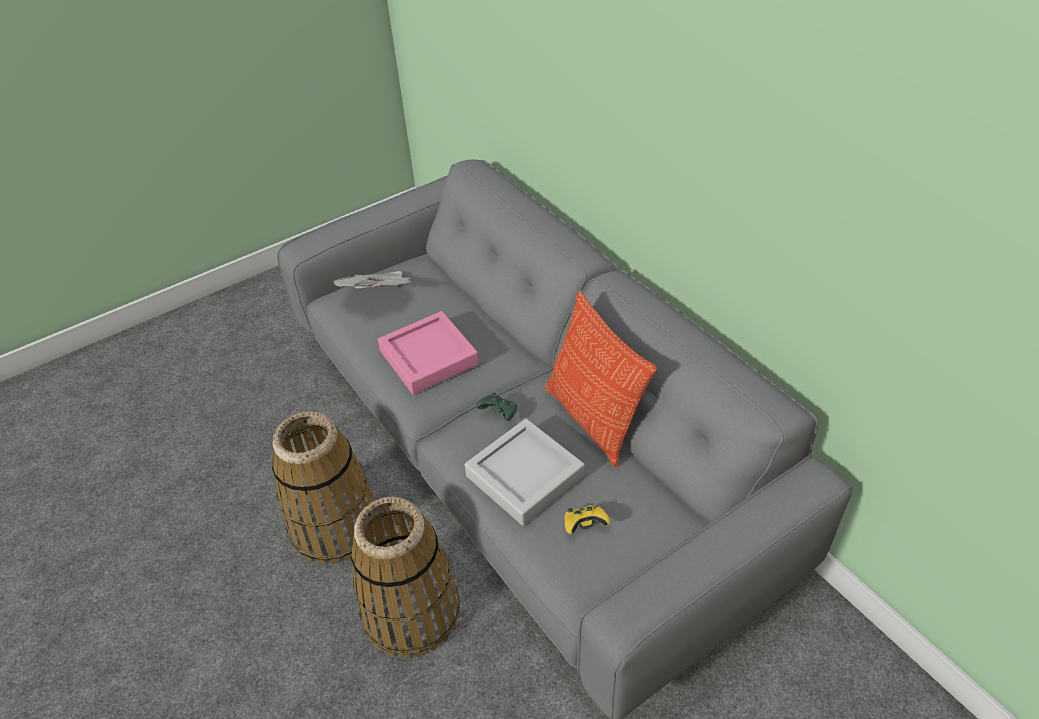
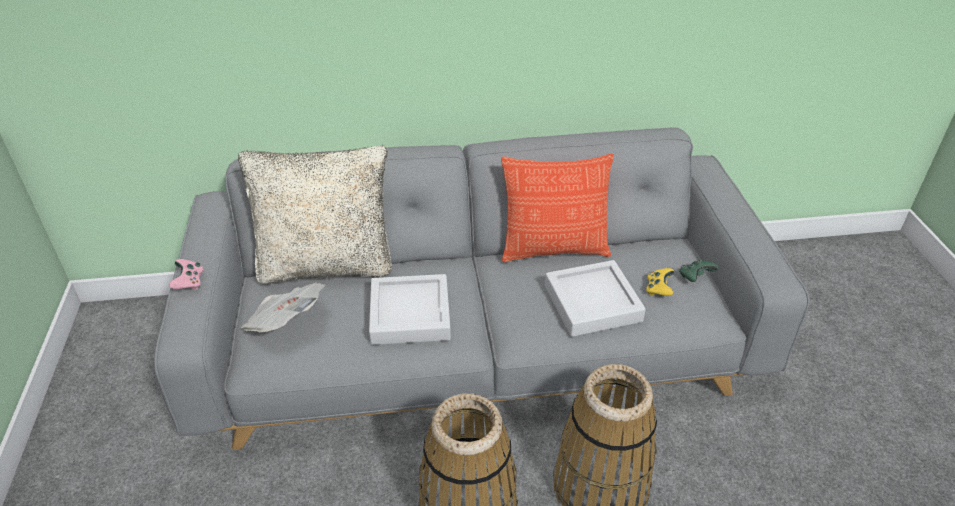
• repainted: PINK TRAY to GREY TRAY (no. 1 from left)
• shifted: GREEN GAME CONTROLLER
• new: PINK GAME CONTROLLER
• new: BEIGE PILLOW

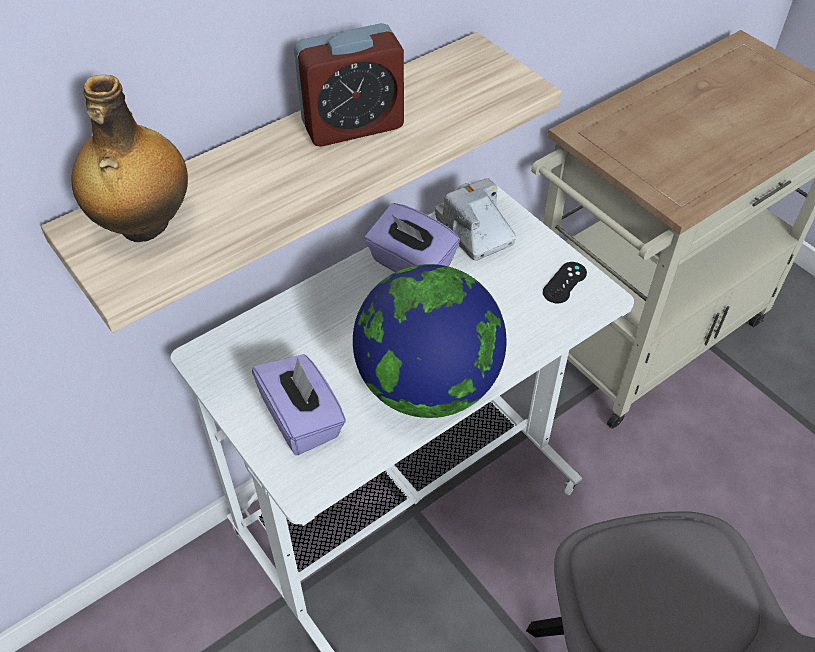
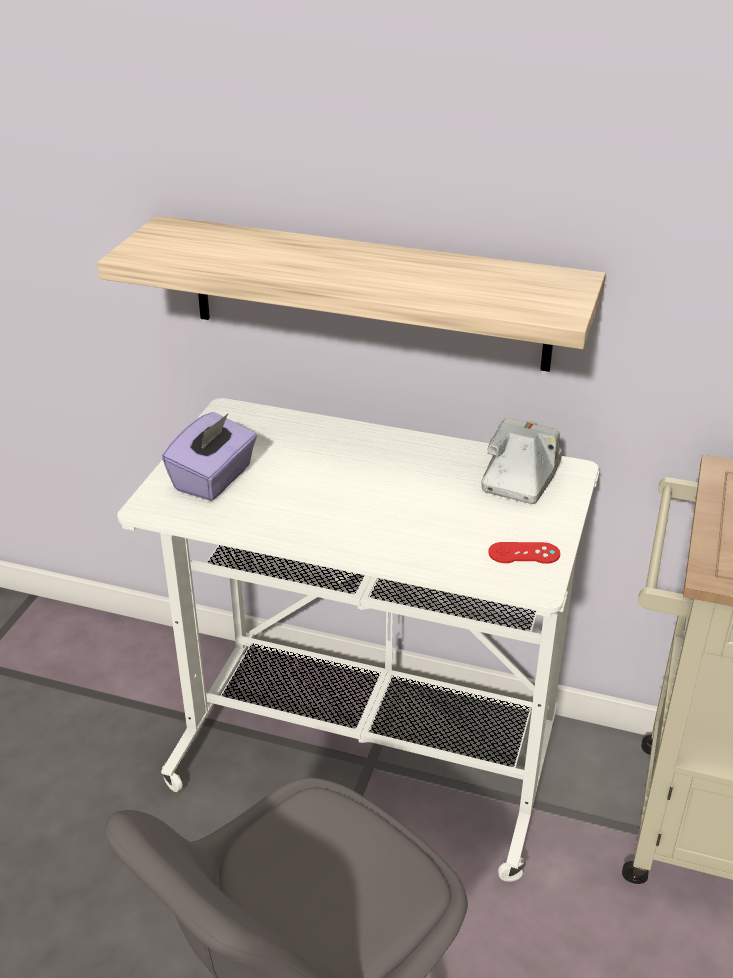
• gone: BOTTLE
• gone: ALARM CLOCK
• gone: GLOBE
• gone: PURPLE TISSUE BOX (no. 2 from left)
• repainted: BLACK GAME CONTROLLER to RED GAME CONTROLLER

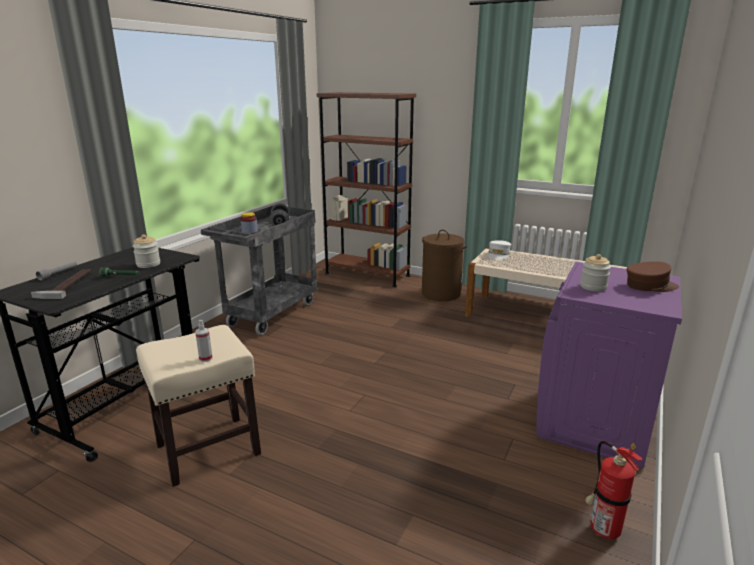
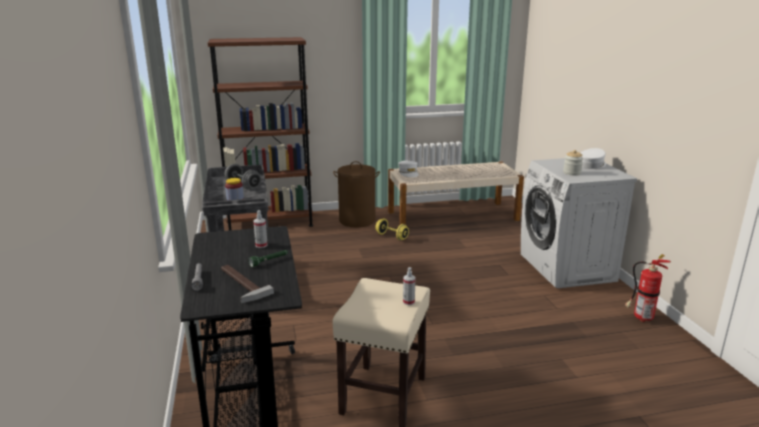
• swapped: JAR (no. 1 from left) to SPRAY BOTTLE (no. 1 from left)
• repainted: PURPLE WASHING MACHINE to WHITE WASHING MACHINE
• repainted: BROWN CAP to WHITE CAP (no. 2 from left)
• new: YELLOW DUMBBELL

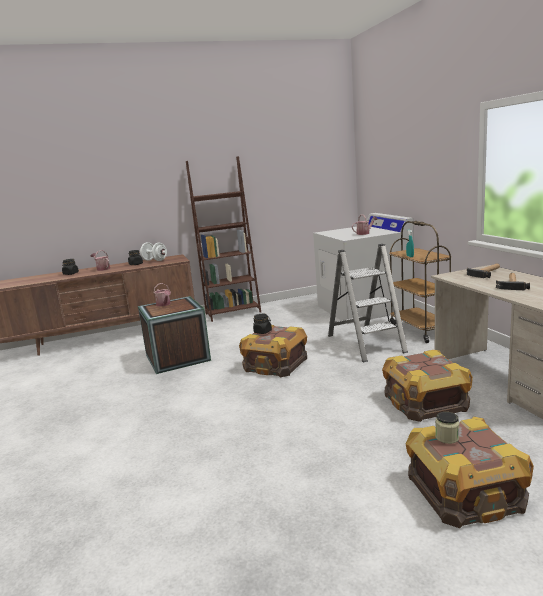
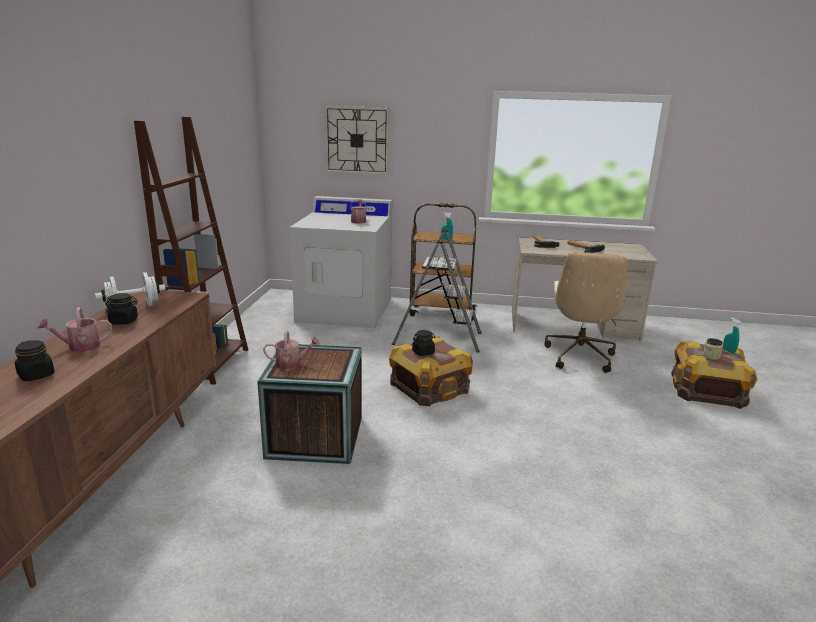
• swapped: CRATE (no. 3 from left) to WHITE OFFICE CHAIR
• new: WALL CLOCK
• new: TURQUOISE SPRAY BOTTLE (no. 2 from left)

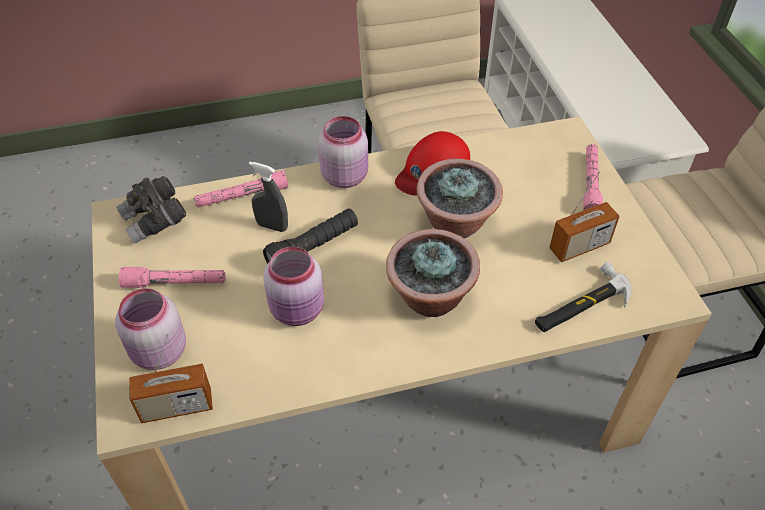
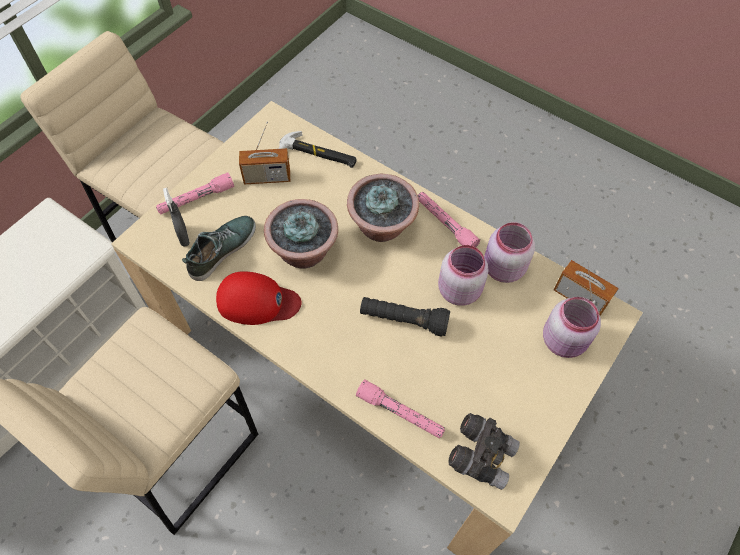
• shifted: PINK FLASHLIGHT (no. 1 from left in the first image) to PINK FLASHLIGHT (no. 3 from left)
• shifted: GREY SPRAY BOTTLE
• shifted: PINK JAR (no. 3 from left in the first image) to PINK JAR (no. 2 from left)
• rotated: RADIO (no. 2 from left in the first image) 150 degrees clockwise
• new: SHOE

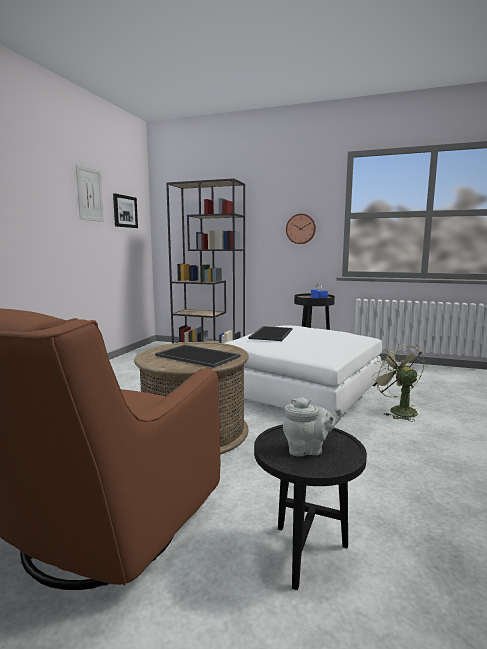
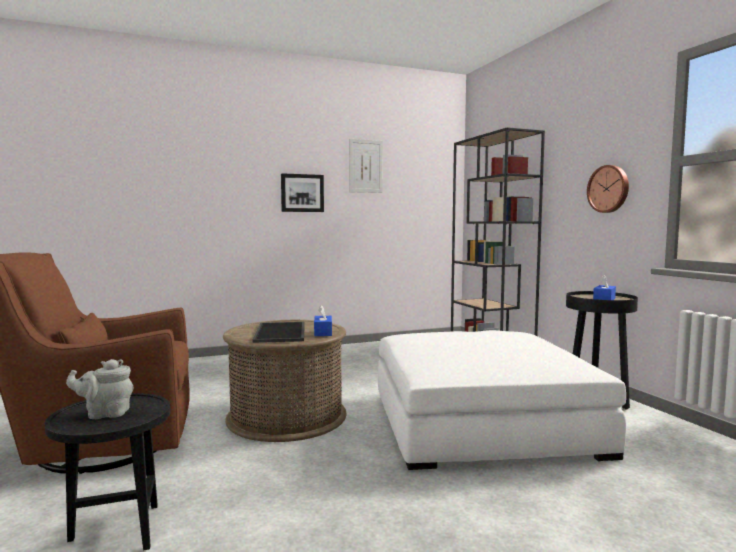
• shifted: PICTURE (no. 2 from left in the first image) to PICTURE (no. 1 from left)
• gone: TRAY (no. 2 from left)
• rotated: GREY TEAPOT 120 degrees clockwise
• gone: GREEN FAN
• new: BLUE TISSUE BOX (no. 1 from left)

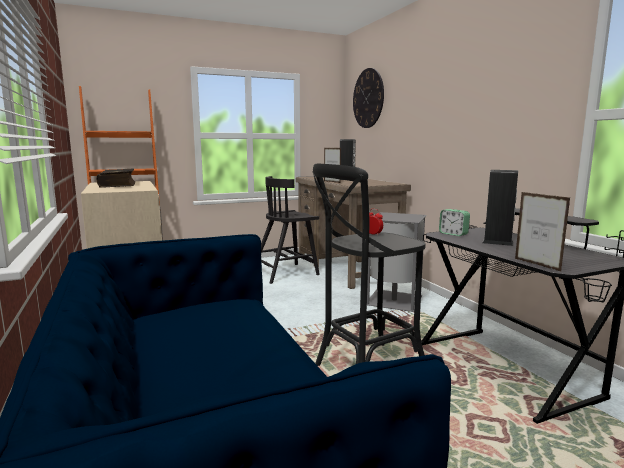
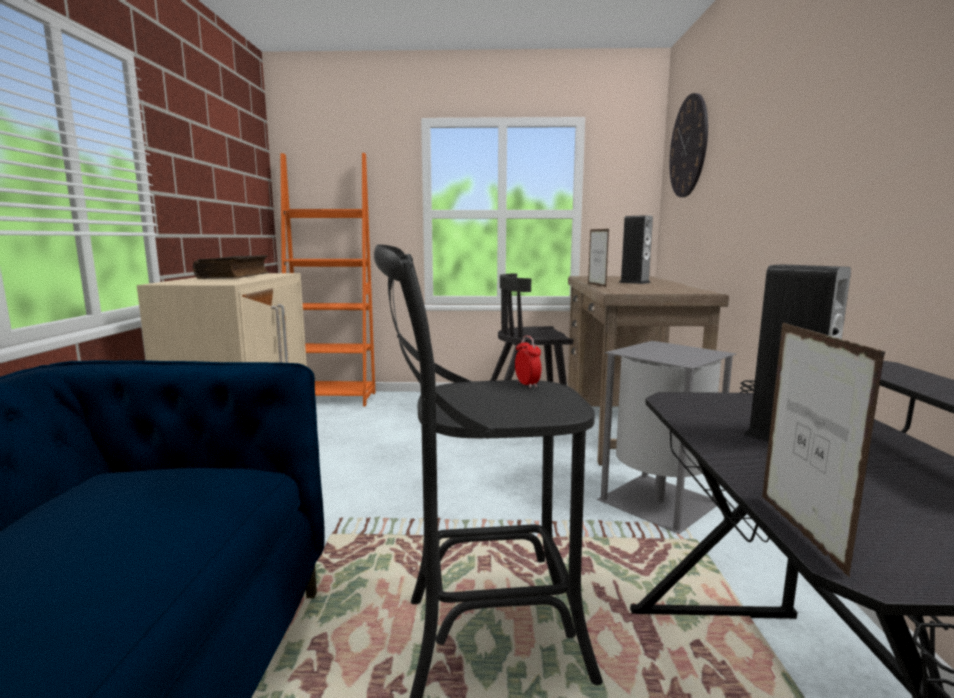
• gone: ALARM CLOCK (no. 2 from left)

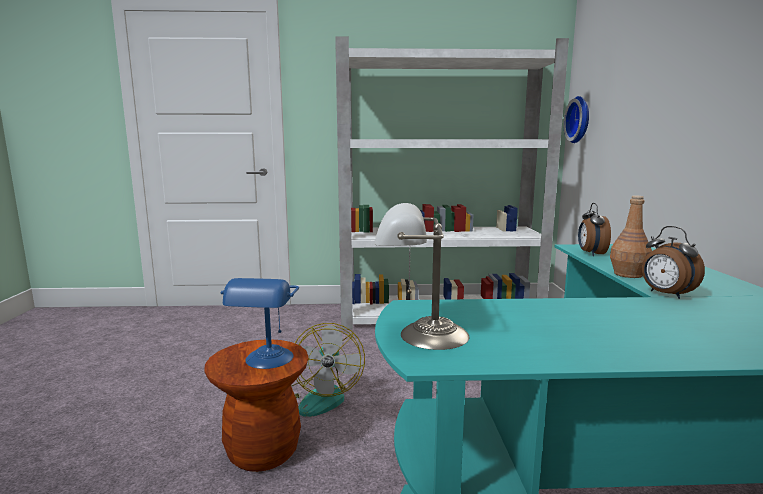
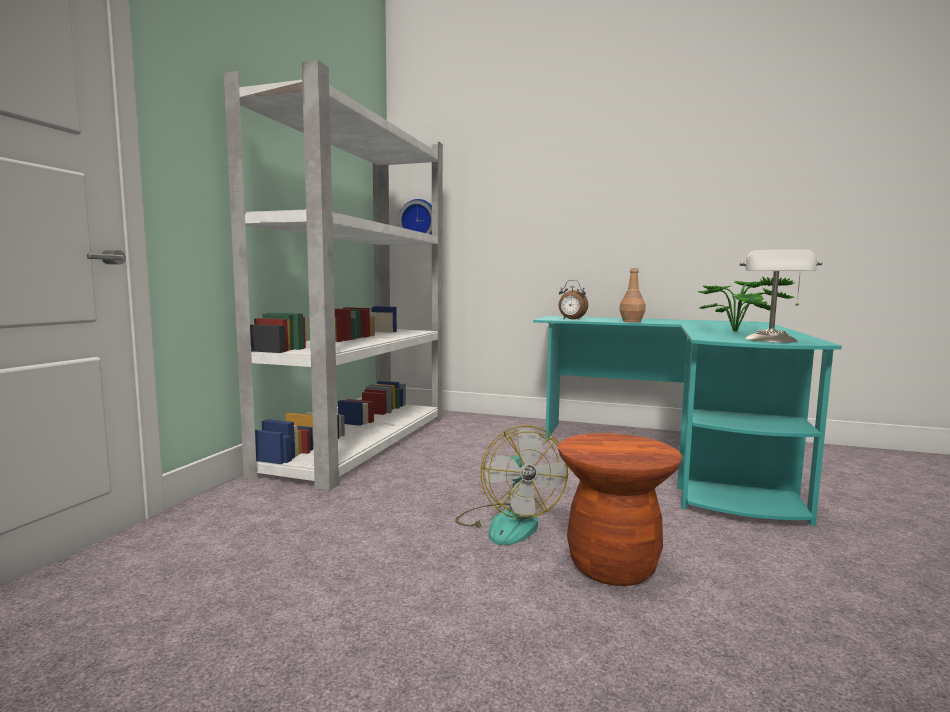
• gone: BLUE TABLE LAMP
• rotated: FAN 60 degrees clockwise
• gone: ALARM CLOCK (no. 2 from left)
• new: POTTED PLANT

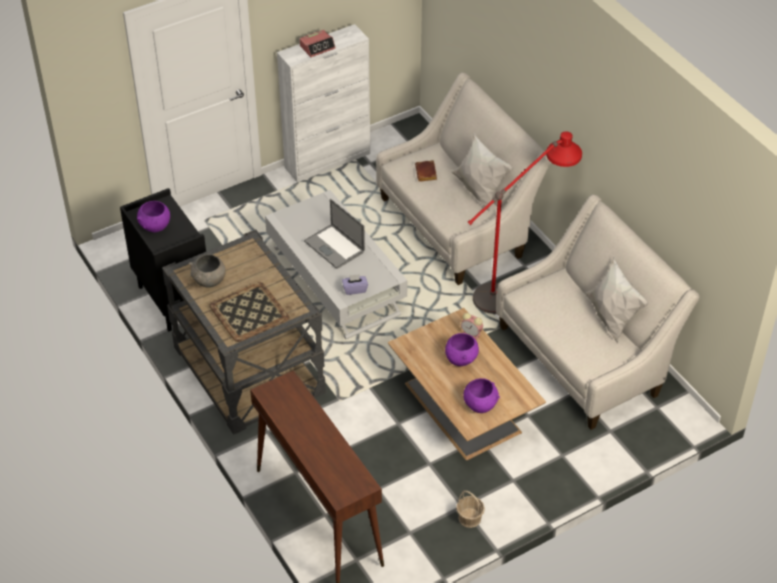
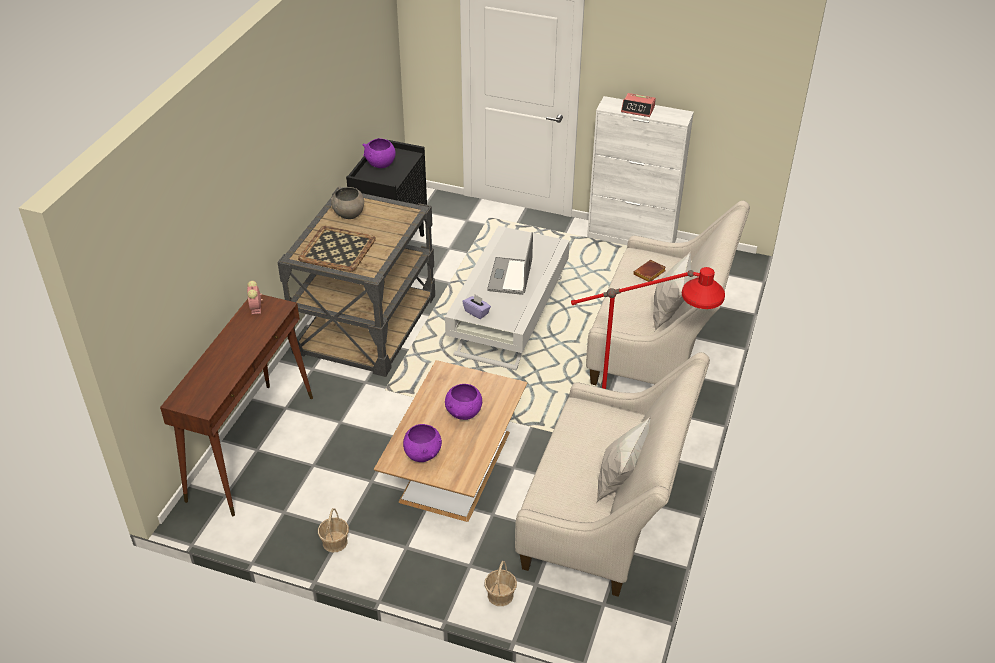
• shifted: ALARM CLOCK (no. 2 from left in the first image) to ALARM CLOCK (no. 1 from left)
• new: BASKET (no. 2 from left)

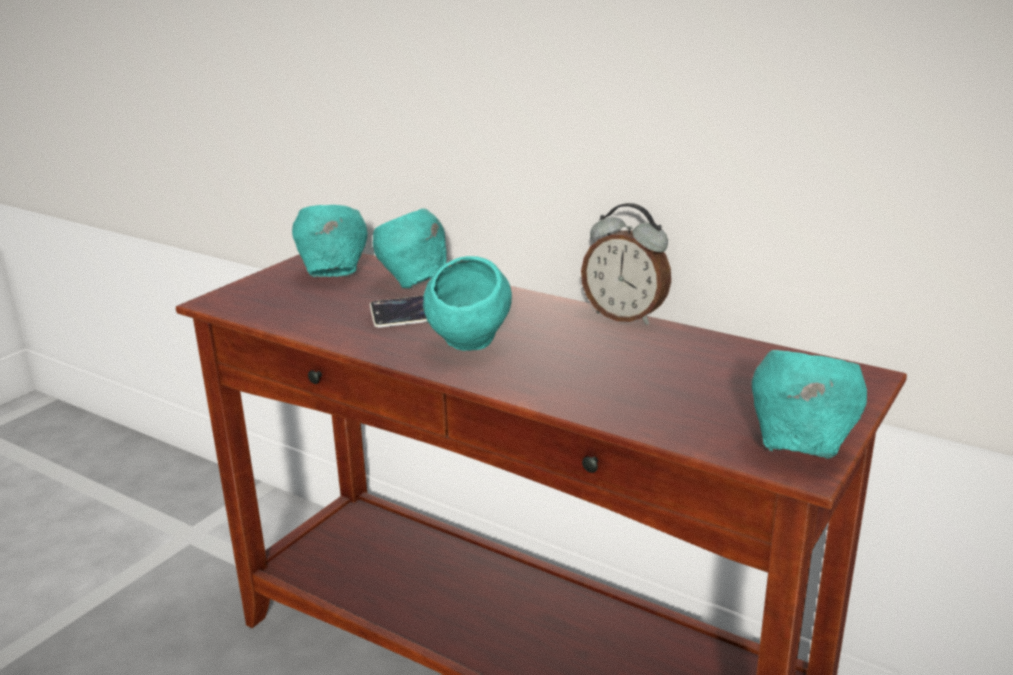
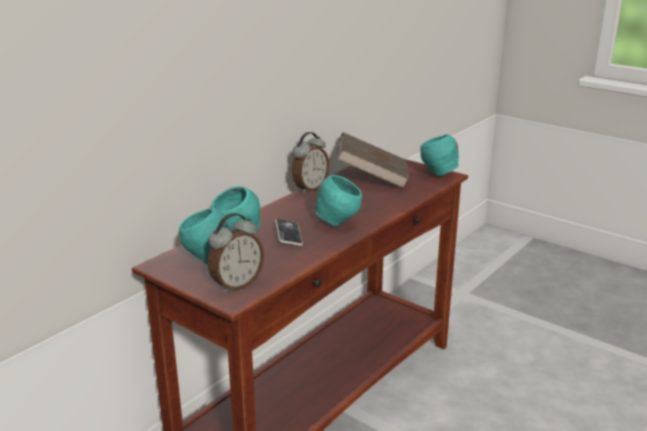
• new: ALARM CLOCK (no. 1 from left)
• new: BROWN BOOK

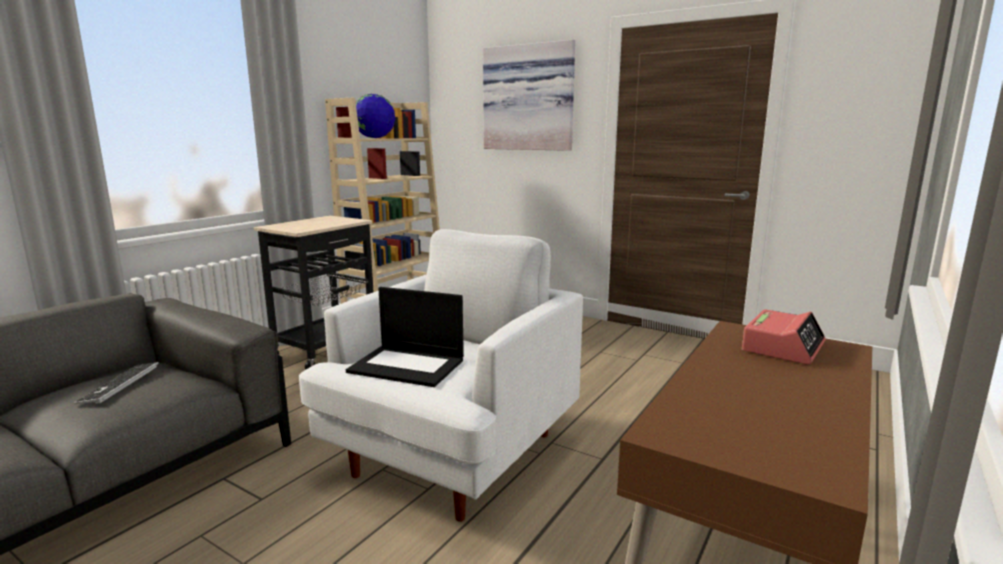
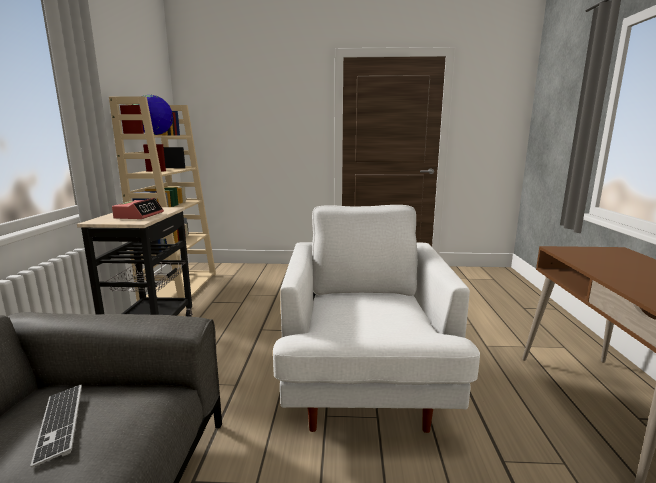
• gone: LAPTOP
• gone: PICTURE
• shifted: ALARM CLOCK

